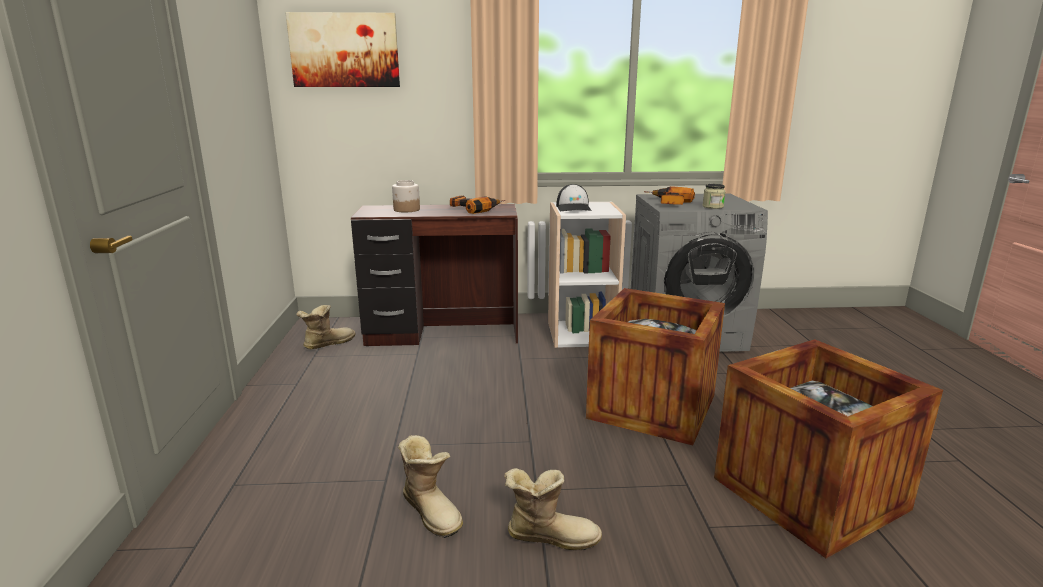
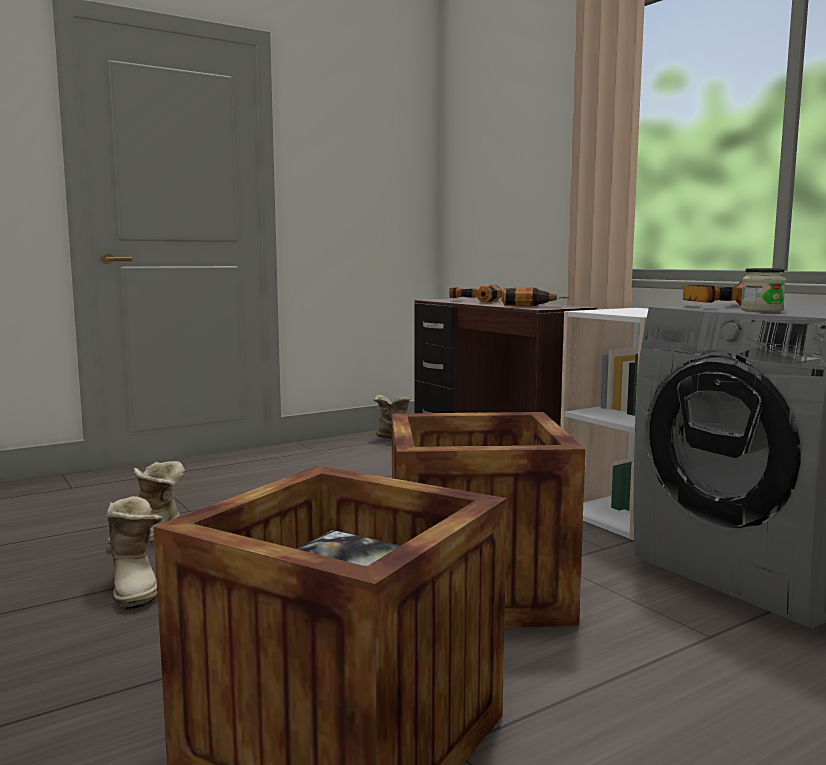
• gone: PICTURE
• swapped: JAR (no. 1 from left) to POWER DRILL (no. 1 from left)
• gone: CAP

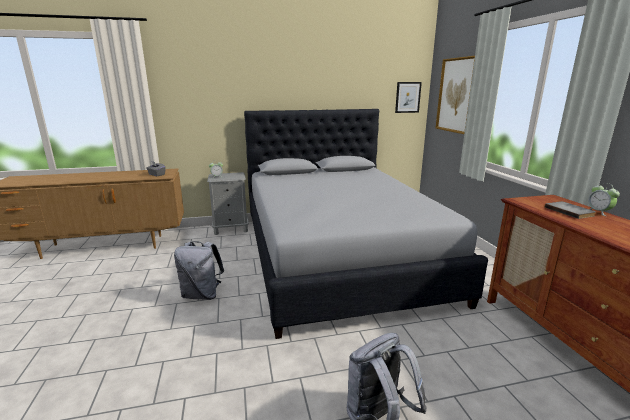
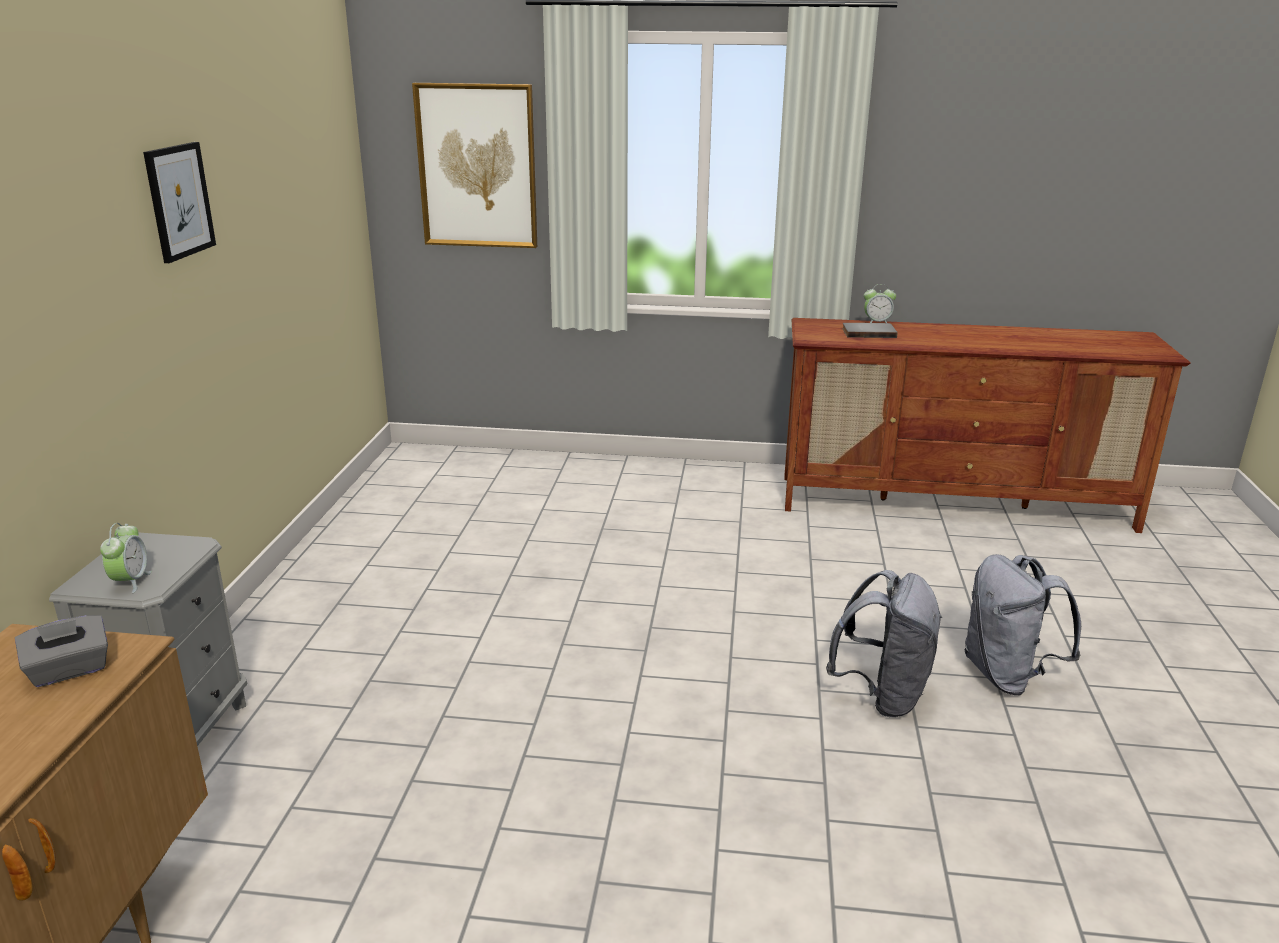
• shifted: GREY BACKPACK (no. 1 from left)
• gone: GREY BED
• shifted: PICTURE (no. 1 from left)

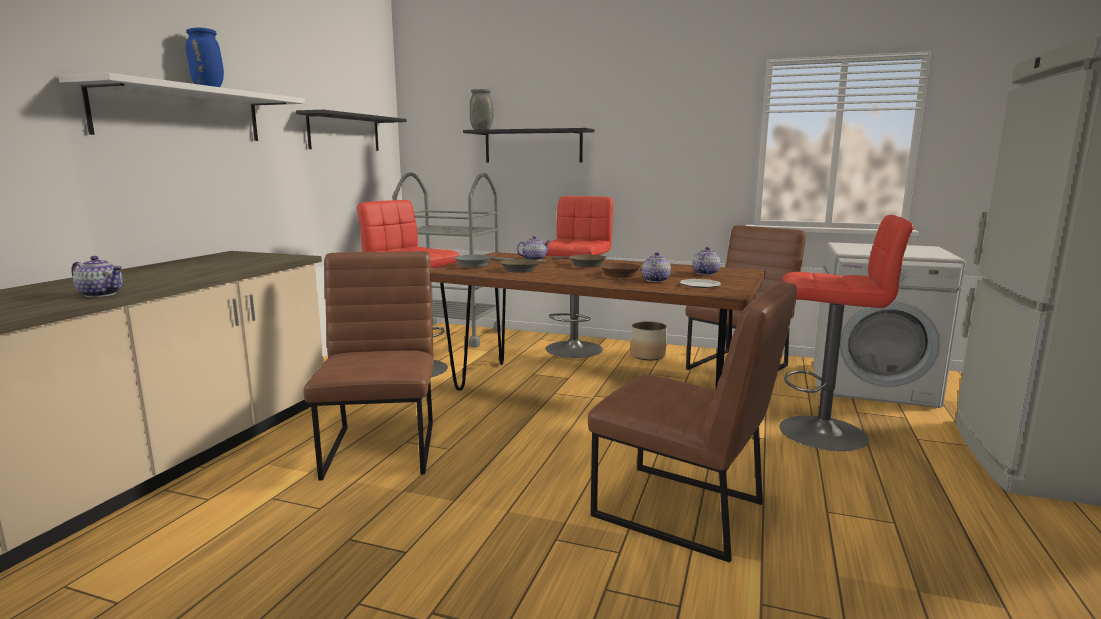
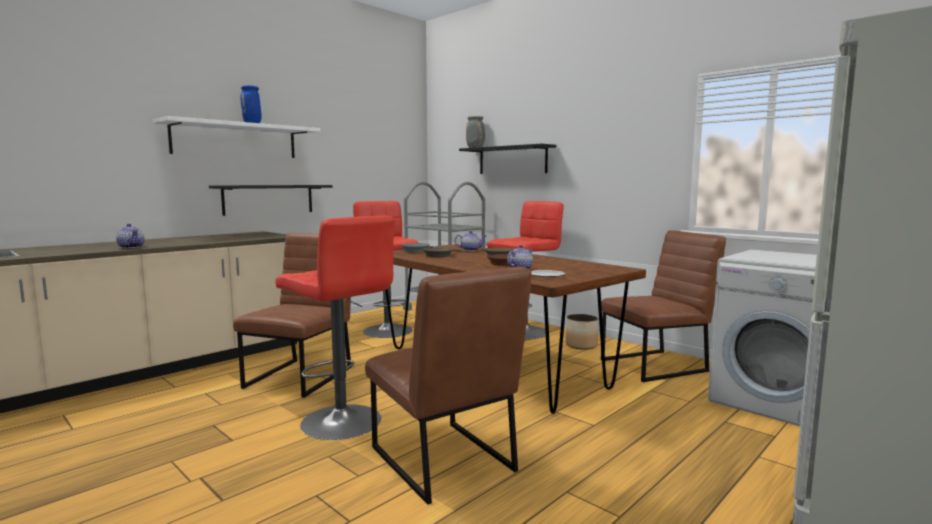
• shifted: BLACK SHELF (no. 1 from left)
• gone: TEAPOT (no. 4 from left)
• shifted: RED STOOL (no. 3 from left in the first image) to RED STOOL (no. 1 from left)

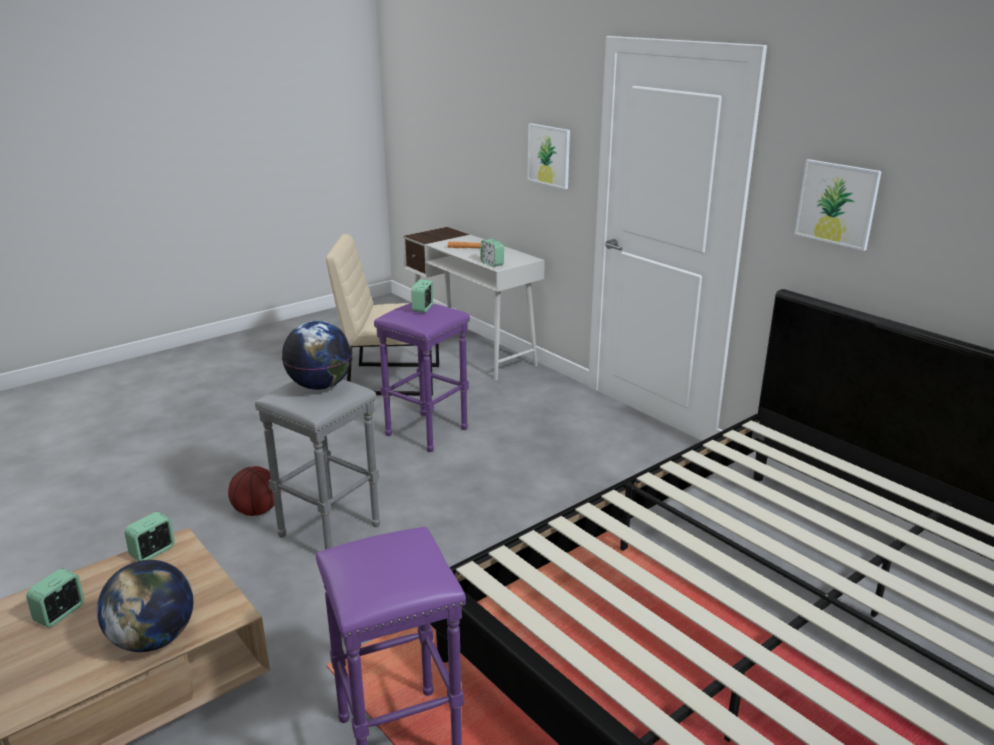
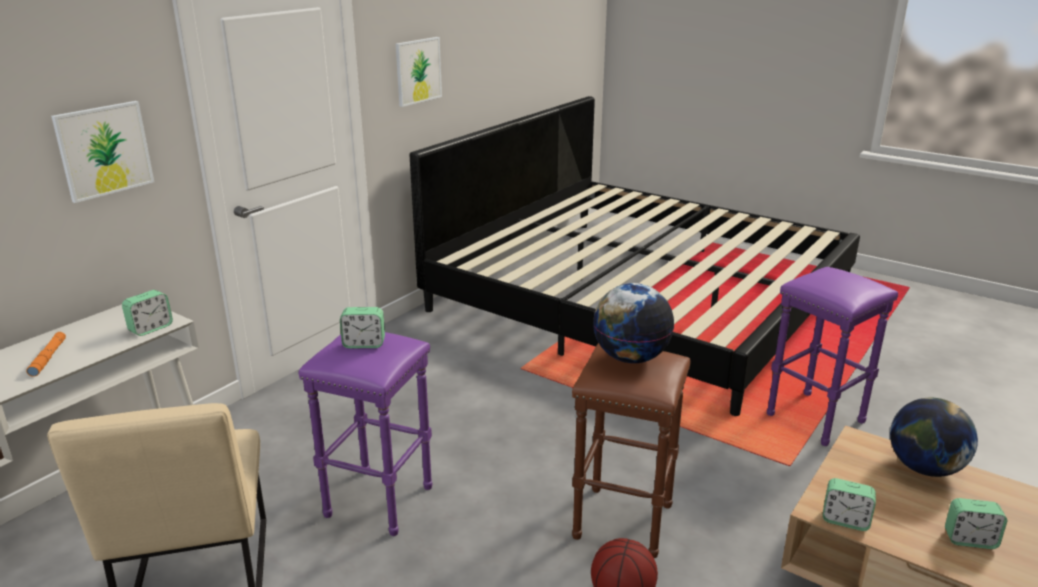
• repainted: GREY STOOL to BROWN STOOL

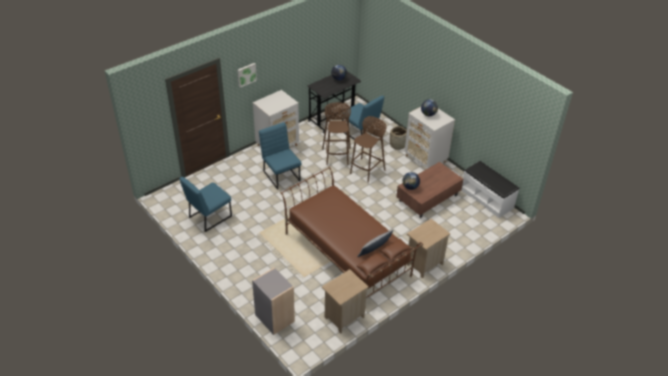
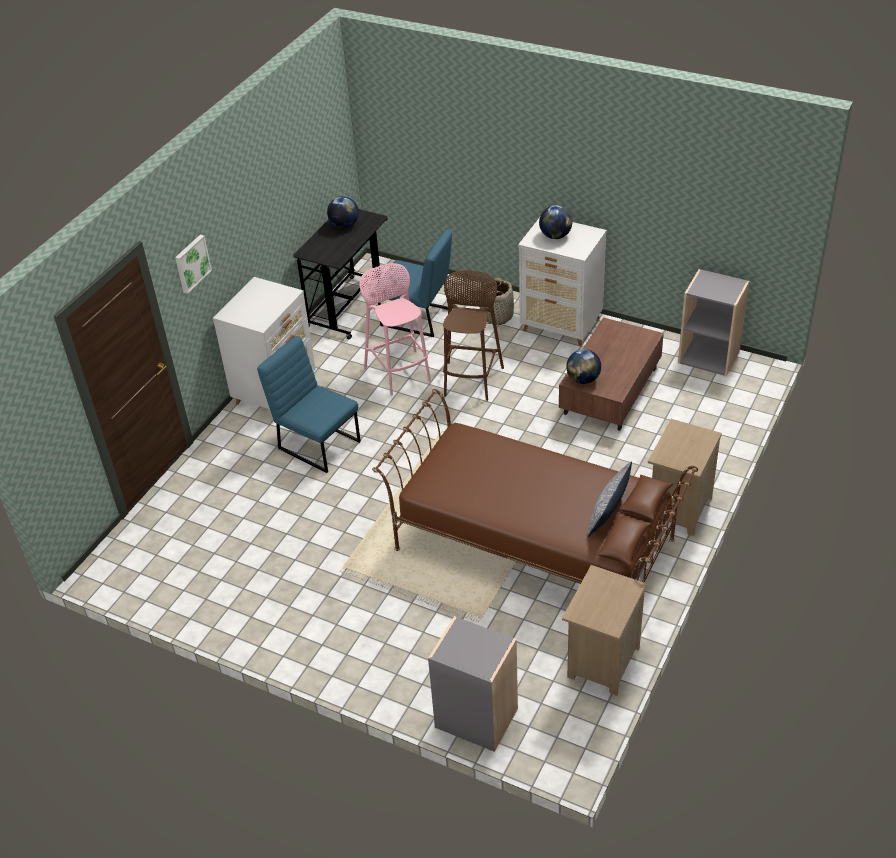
• gone: BLUE CHAIR (no. 1 from left)
• repainted: BROWN STOOL (no. 1 from left) to PINK STOOL
• swapped: WHITE BENCH to GREY BOOKCASE (no. 2 from left)

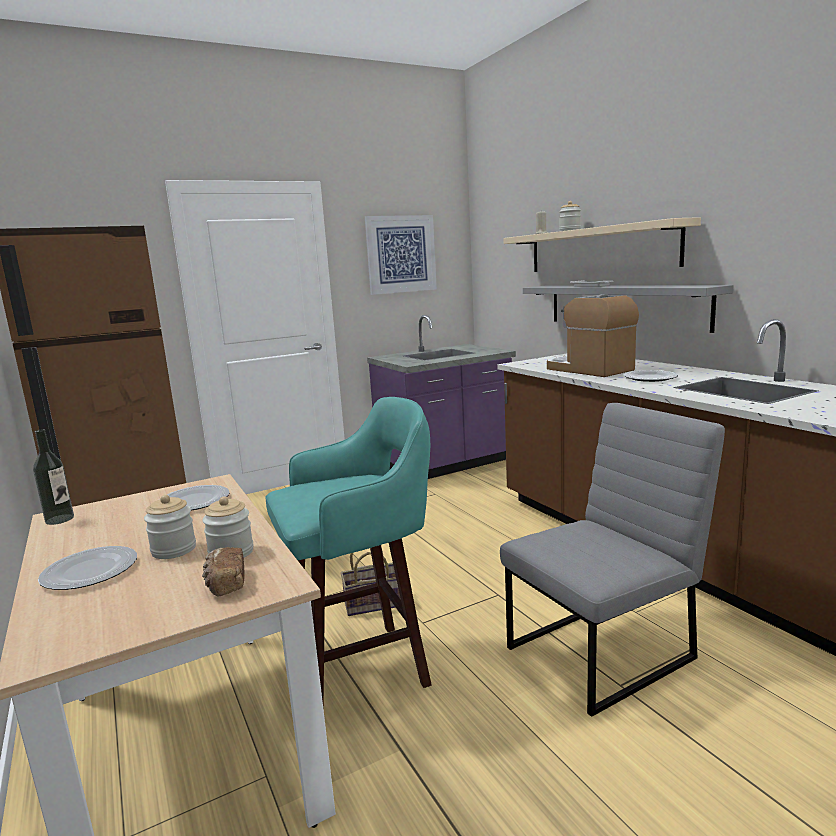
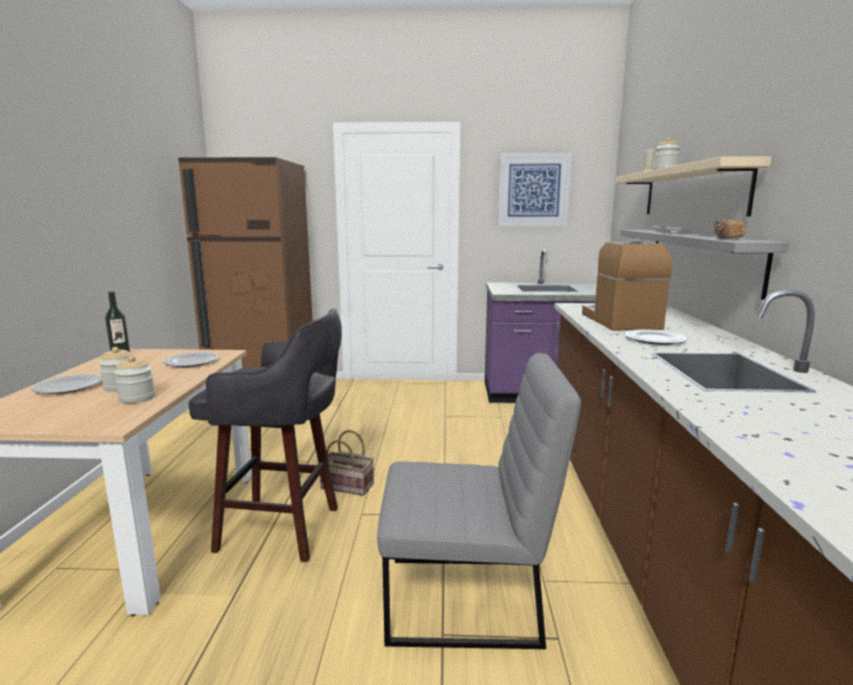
• shifted: BREAD
• repainted: TURQUOISE STOOL to GREY STOOL

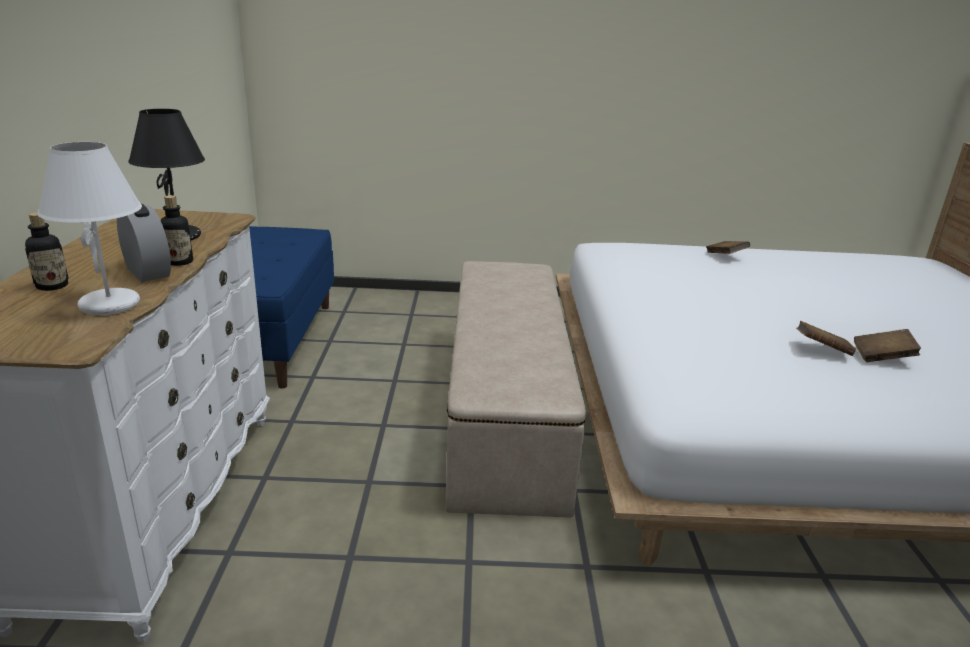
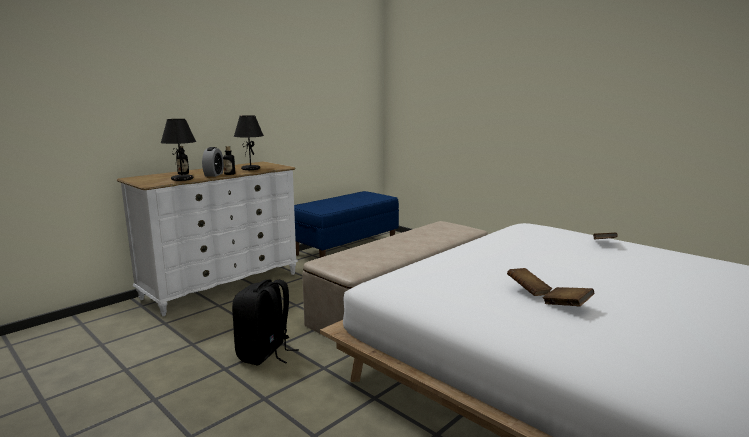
• repainted: WHITE TABLE LAMP to BLACK TABLE LAMP (no. 1 from left)
• new: BLACK BACKPACK

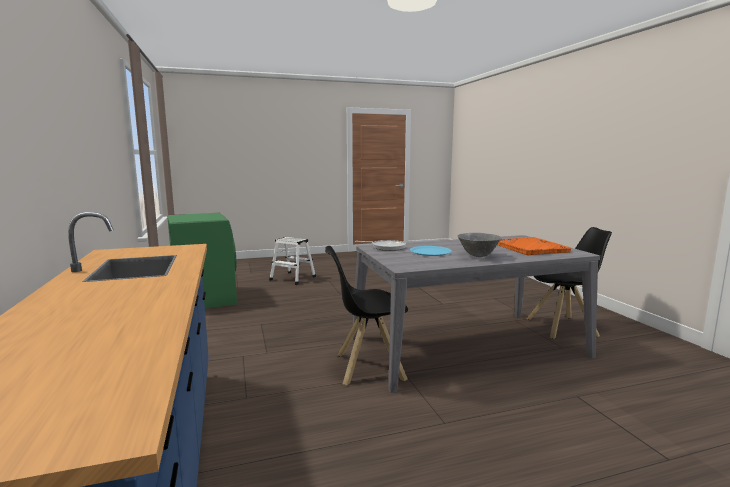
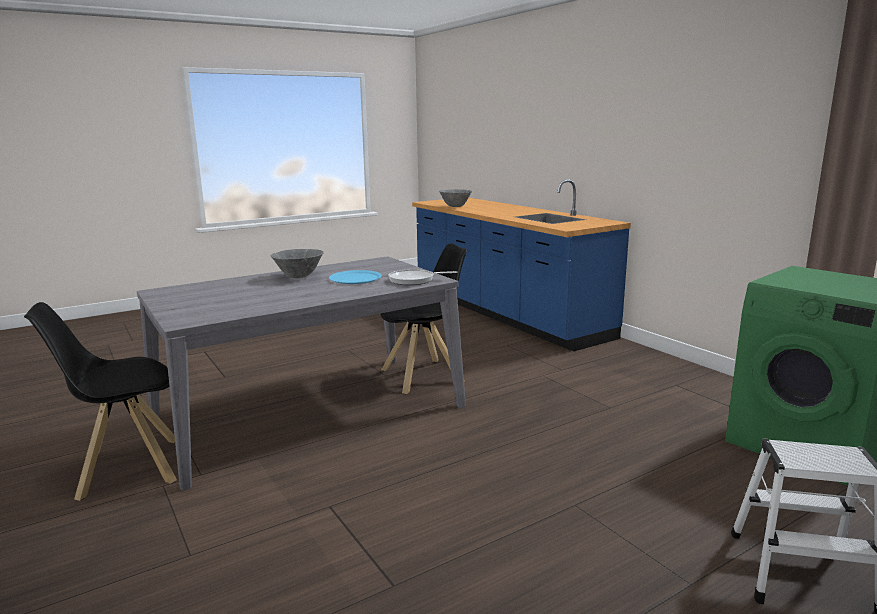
• gone: ORANGE TRAY
• new: GREY BOWL (no. 2 from left)

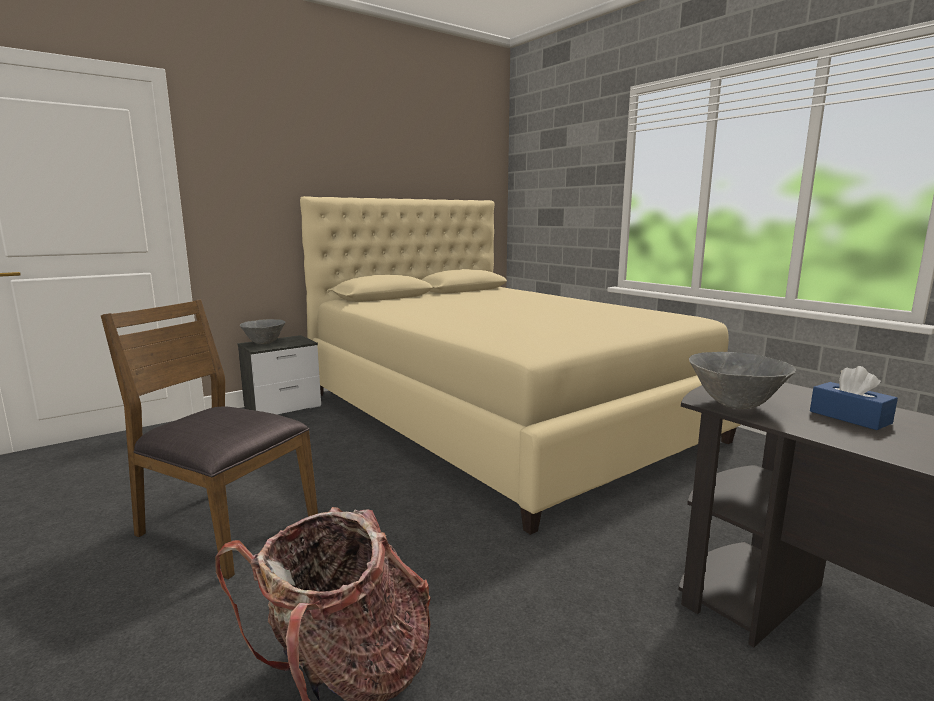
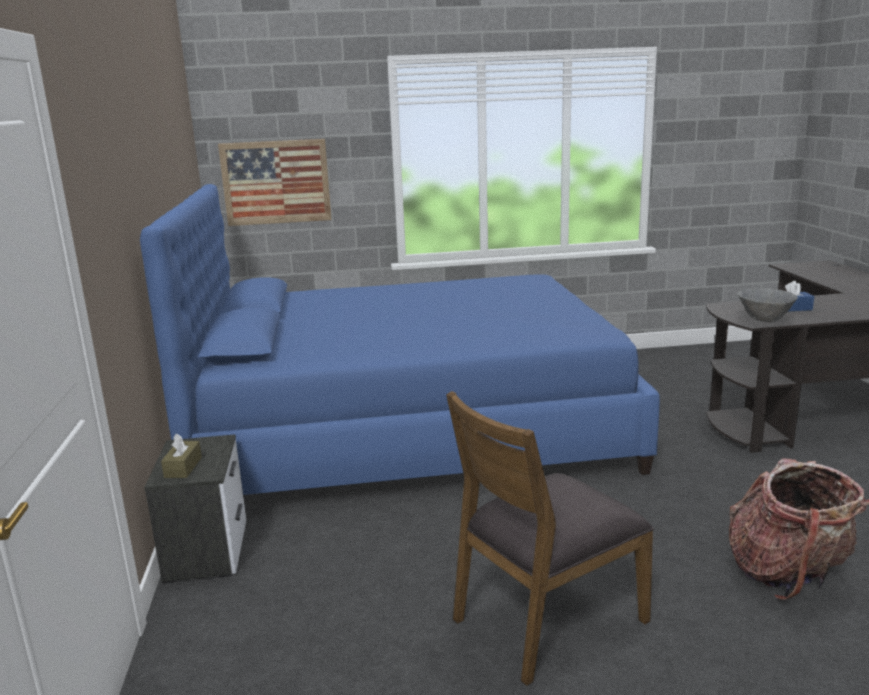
• swapped: GREY BOWL (no. 1 from left) to BROWN TISSUE BOX
• repainted: BEIGE BED to BLUE BED
• new: PICTURE

